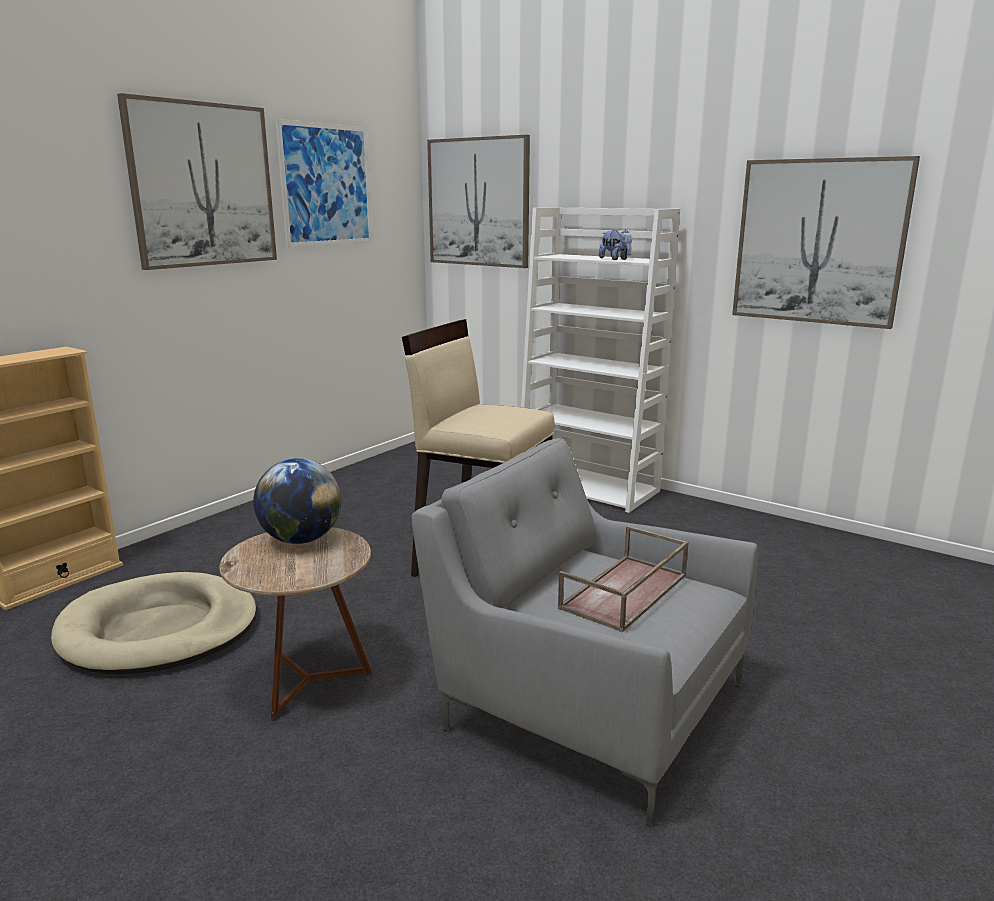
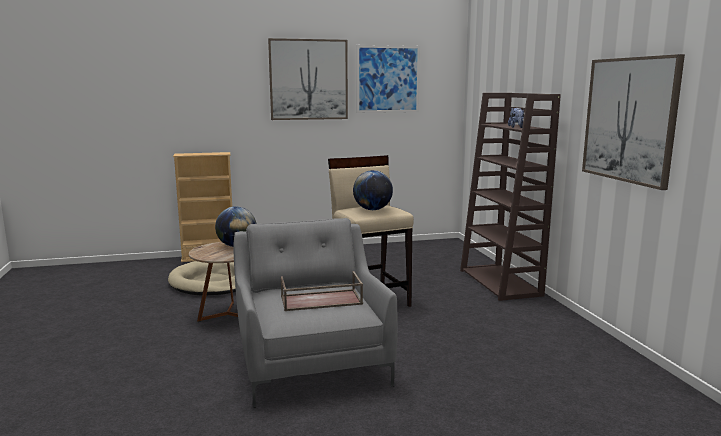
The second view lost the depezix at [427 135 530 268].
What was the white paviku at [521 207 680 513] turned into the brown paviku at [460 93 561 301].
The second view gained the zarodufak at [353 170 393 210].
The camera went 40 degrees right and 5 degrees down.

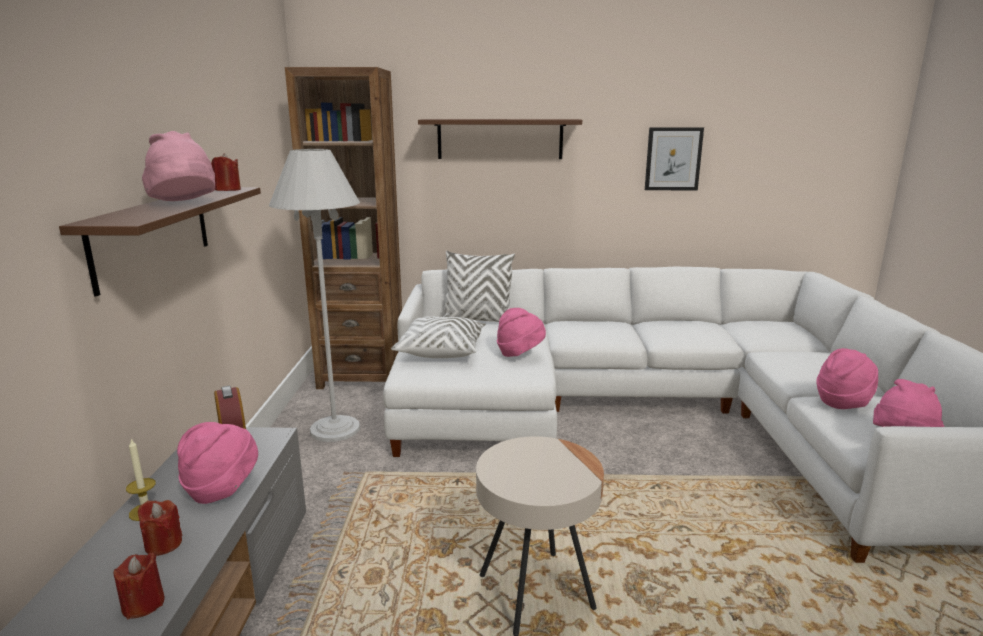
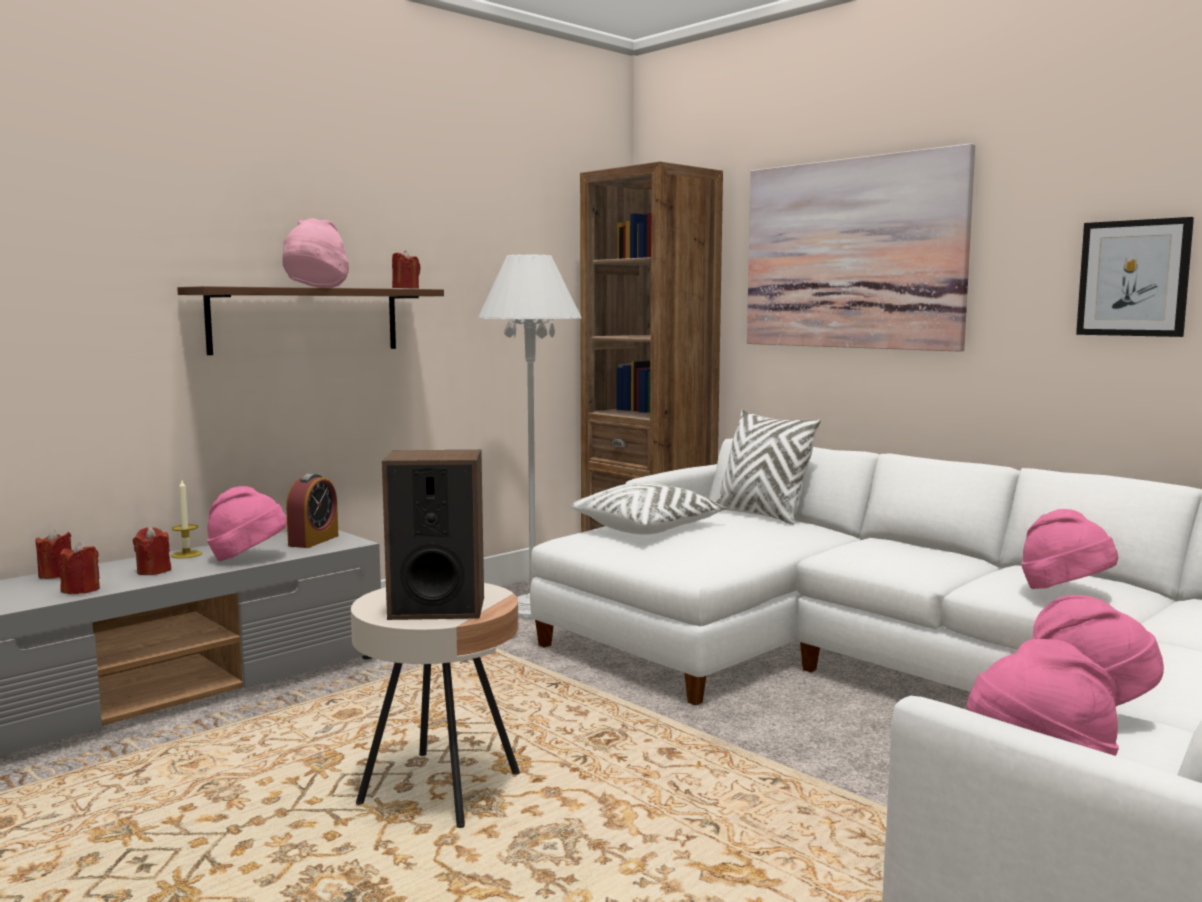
Where the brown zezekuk hung at [418 119 582 159], the depezix came to hang at [747 143 975 352].
The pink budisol ended up elsewhere, having gone from [497 308 546 357] to [1021 509 1118 589].
The second view gained the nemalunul at [382 450 484 620].
The second view gained the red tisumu at [36 529 72 579].
The camera went 45 degrees right and 10 degrees down.

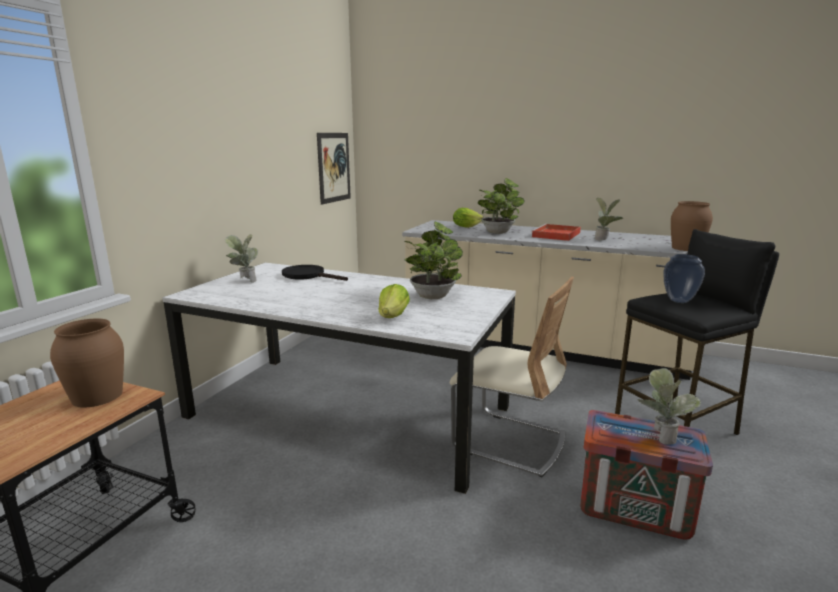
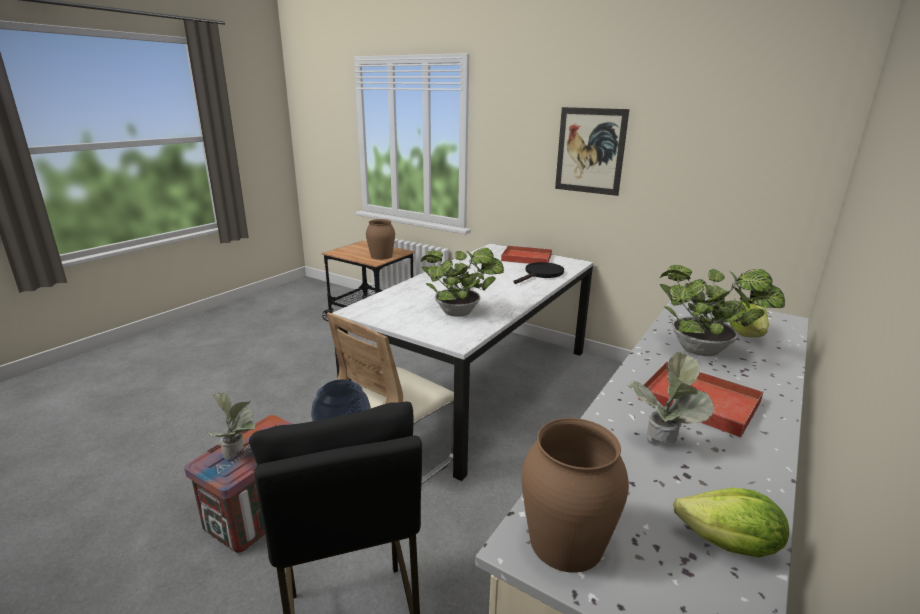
The depezix ended up elsewhere, having gone from [317 133 351 205] to [555 107 629 196].
Where the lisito stood at [225 234 258 282], the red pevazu came to stand at [501 245 552 264].
The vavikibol ended up elsewhere, having gone from [379 284 410 318] to [673 488 789 558].
The camera went 100 degrees right and 5 degrees up.

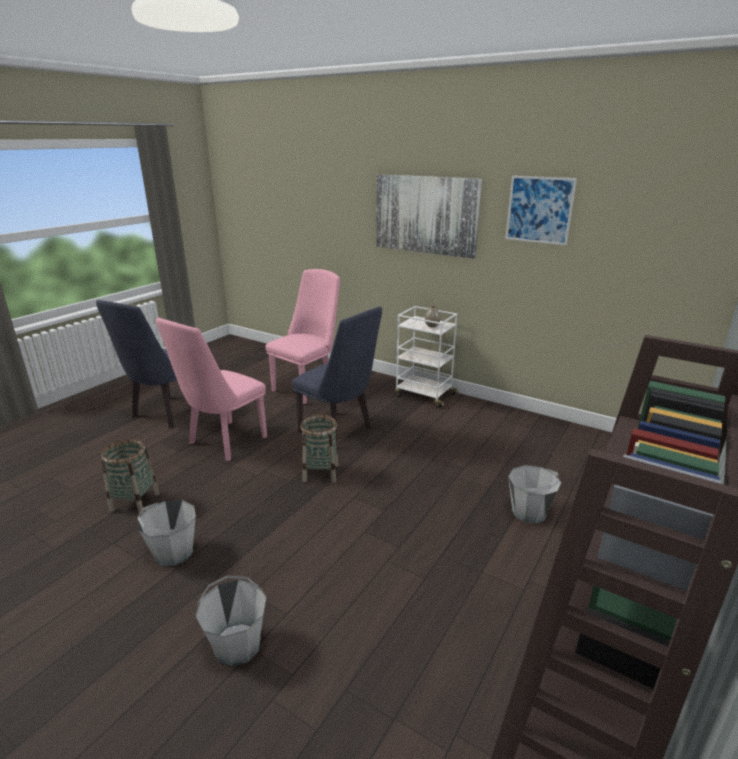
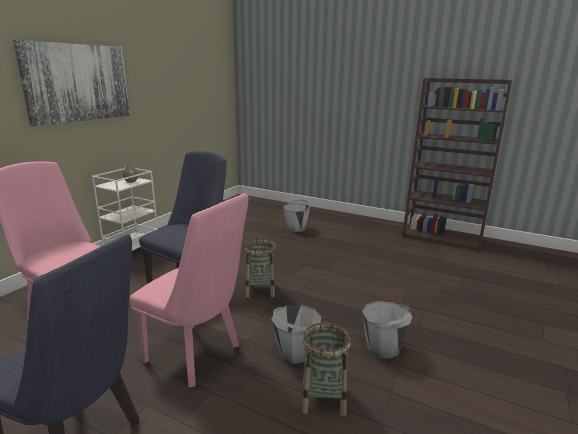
The second view lost the depezix at [505 176 577 245].
The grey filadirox ended up elsewhere, having gone from [195 575 266 667] to [271 305 322 363].
The camera went 95 degrees left and 5 degrees down.

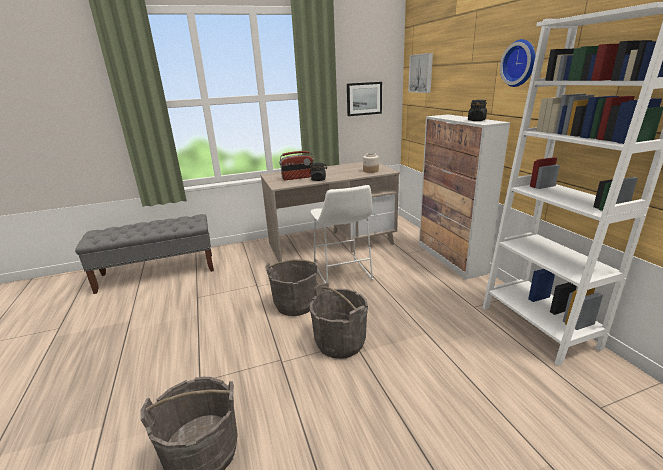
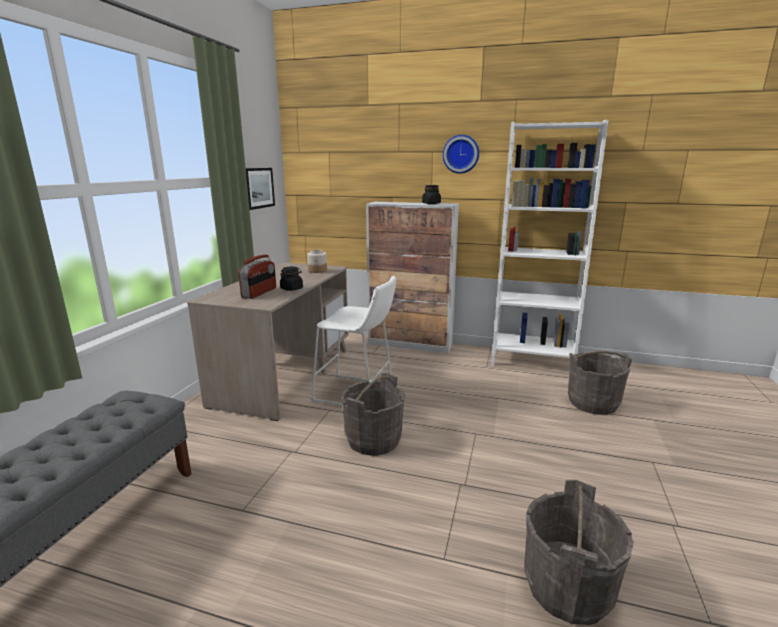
The second view lost the depezix at [408 53 433 93].
The grey filadirox ended up elsewhere, having gone from [310 283 368 358] to [568 351 632 415].
The camera went 55 degrees left and 5 degrees down.

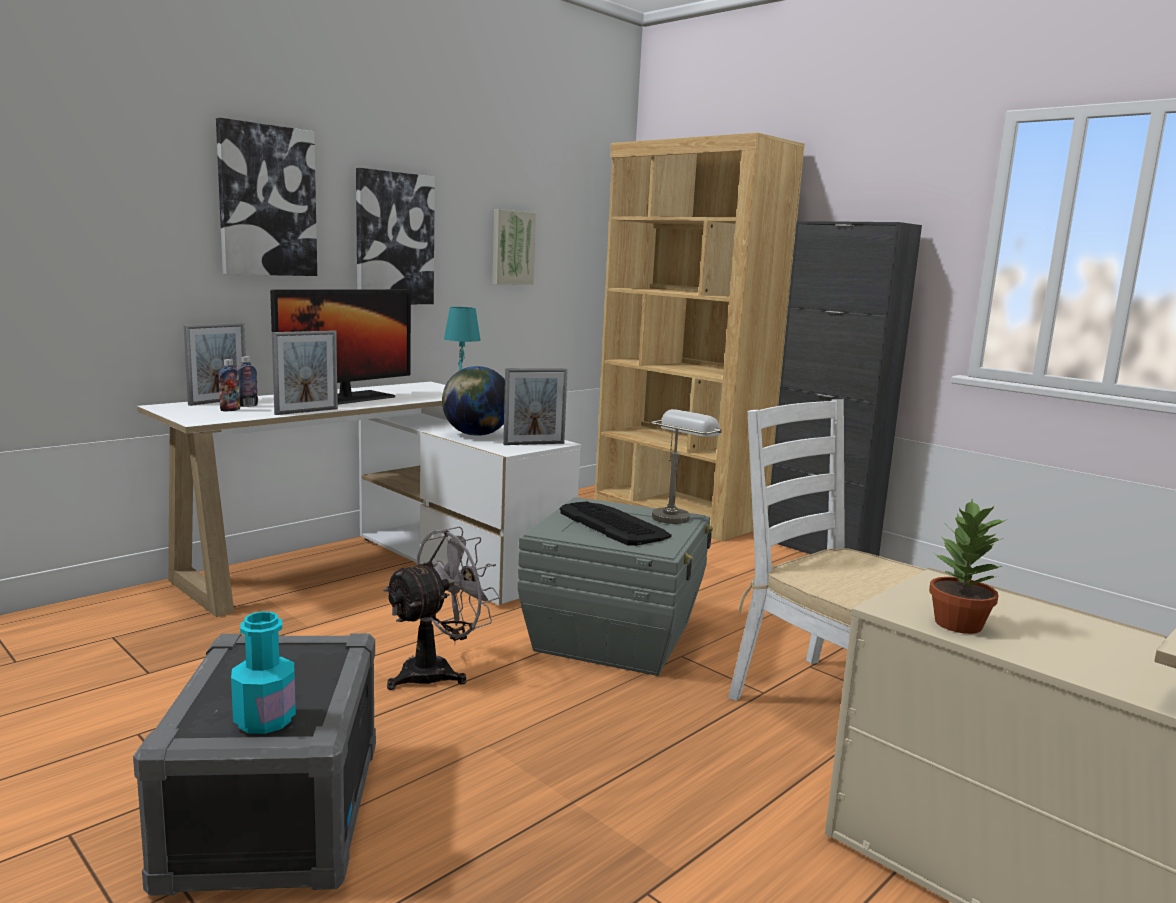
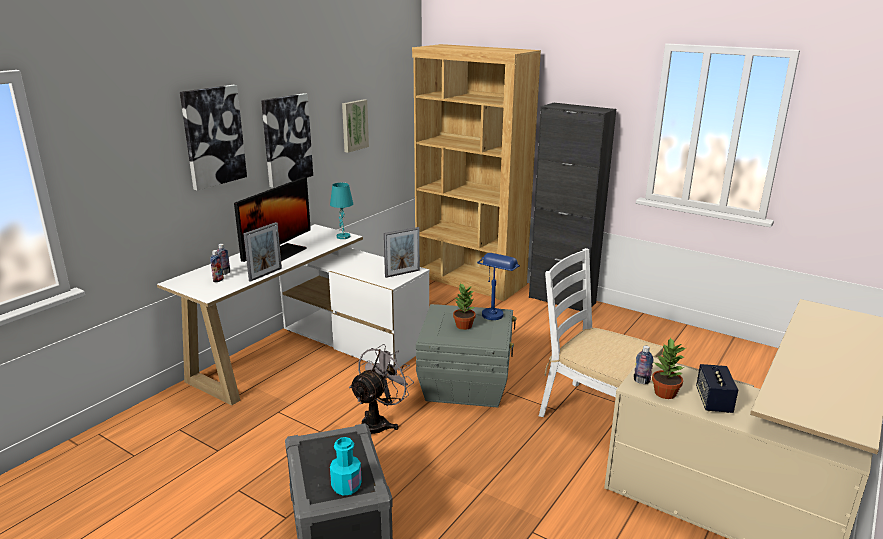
The second view lost the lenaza at [184 323 246 406].
The second view lost the zarodufak at [442 366 505 436].
What was the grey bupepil at [650 409 722 524] turned into the blue bupepil at [477 253 520 320].
Where the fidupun stood at [560 501 672 546], the lisito came to stand at [453 283 476 330].
The second view gained the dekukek at [634 346 654 384].
The second view gained the nemalunul at [696 364 738 413].
The camera went 10 degrees left and 10 degrees up.

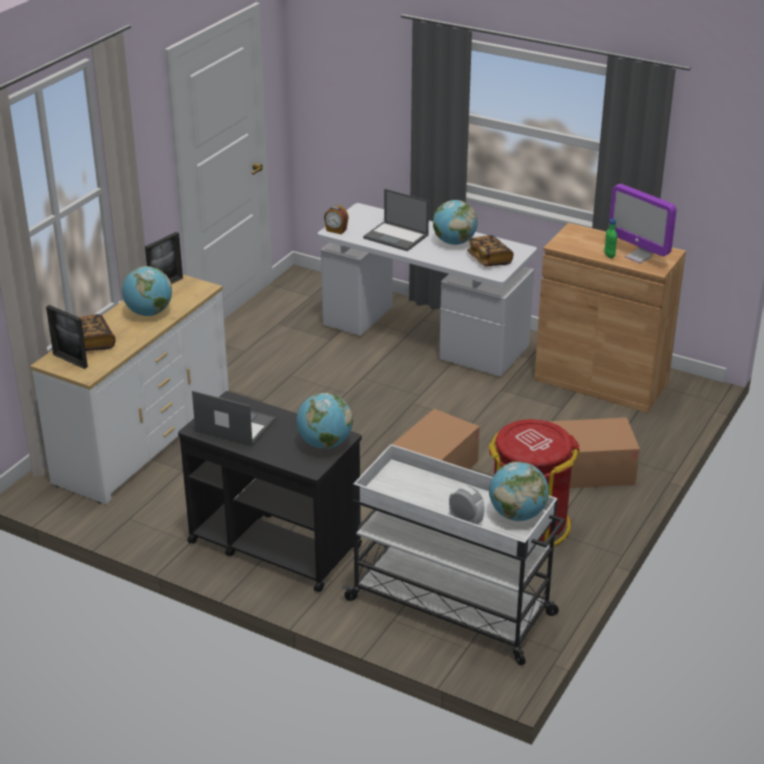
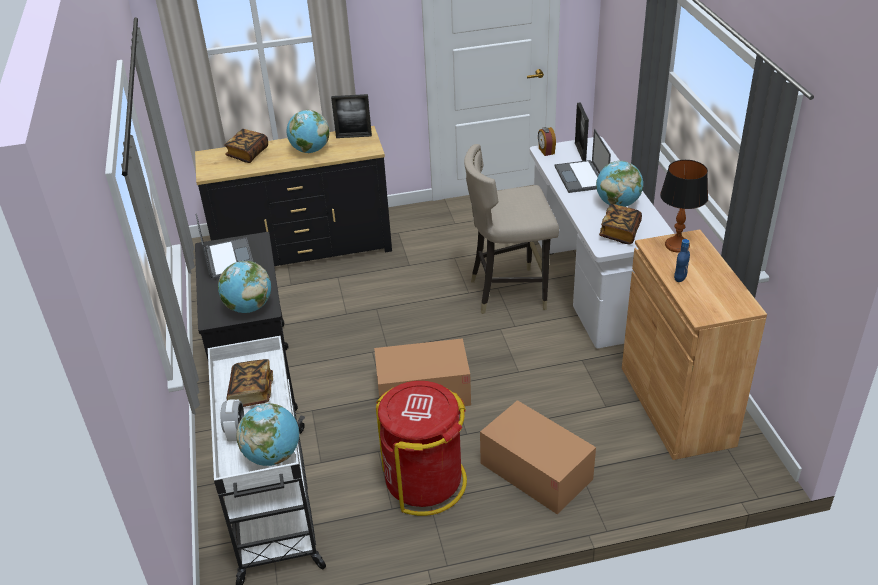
The second view lost the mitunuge at [608 184 677 263].
What was the green dekukek at [604 218 617 258] turned into the blue dekukek at [674 239 690 282].
What was the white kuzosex at [30 275 229 504] turned into the black kuzosex at [195 126 392 266].
The lenaza ended up elsewhere, having gone from [46 305 88 369] to [575 102 589 161].
The second view gained the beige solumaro at [464 144 559 314].
The second view gained the bupepil at [660 160 708 253].
The second view gained the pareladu at [226 359 273 407].
The camera went 50 degrees right and 5 degrees up.

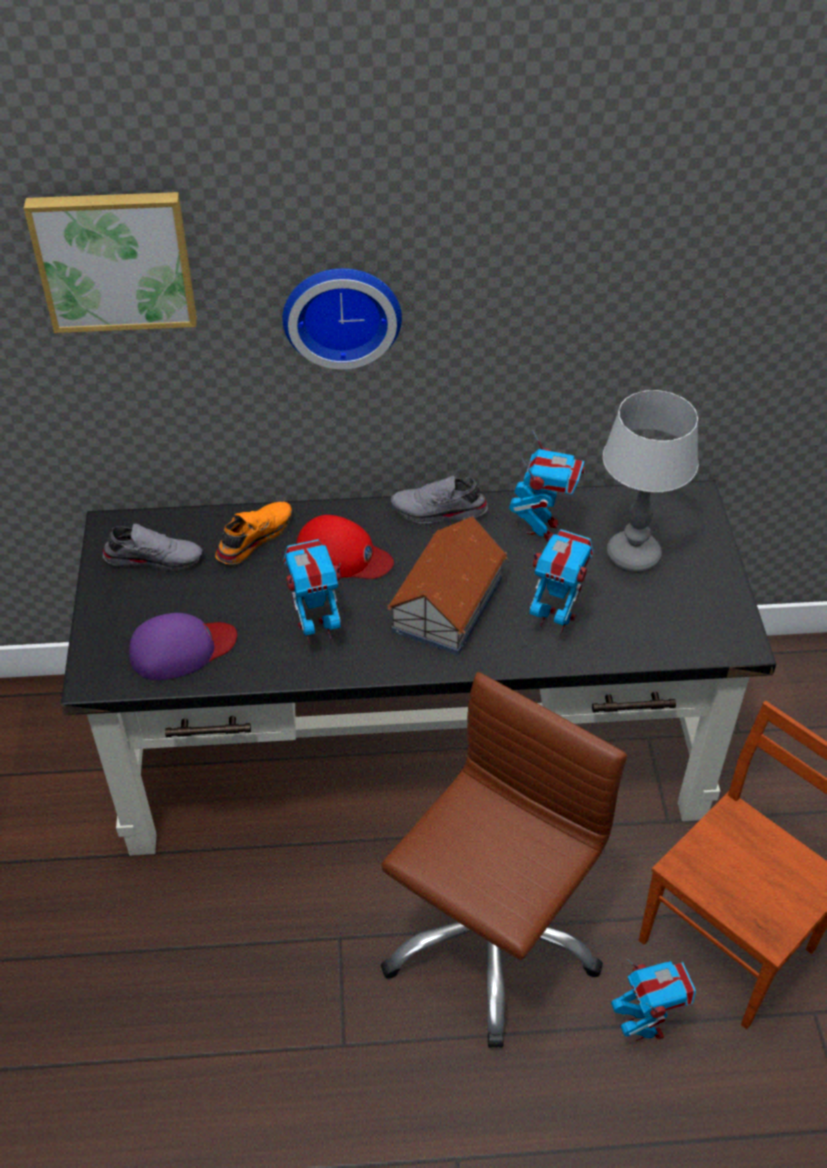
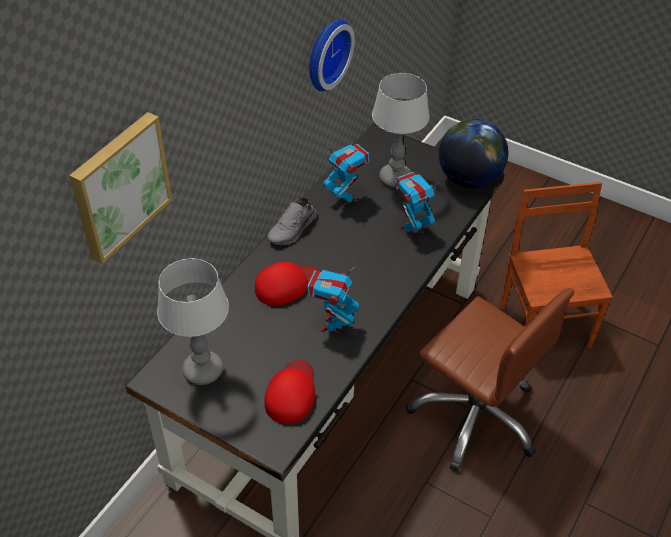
The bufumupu ended up elsewhere, having gone from [282 268 402 369] to [309 19 355 91].
The second view lost the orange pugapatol at [215 502 292 565].
The second view lost the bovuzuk at [387 516 507 656].
Where the grey pugapatol stood at [103 524 203 571], the bupepil came to stand at [157 258 229 385].
What was the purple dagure at [129 613 237 680] turned into the red dagure at [264 360 315 424].
The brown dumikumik at [381 672 627 1048] ended up facing another way, 150 degrees clockwise from before.
The second view lost the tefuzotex at [611 959 696 1041].
The second view gained the zarodufak at [439 119 508 188].
The camera went 55 degrees left and 0 degrees up.

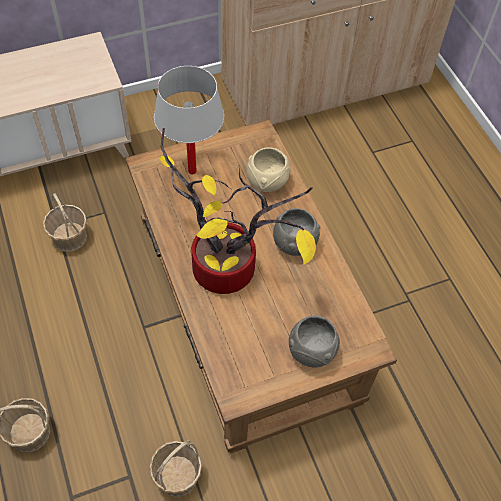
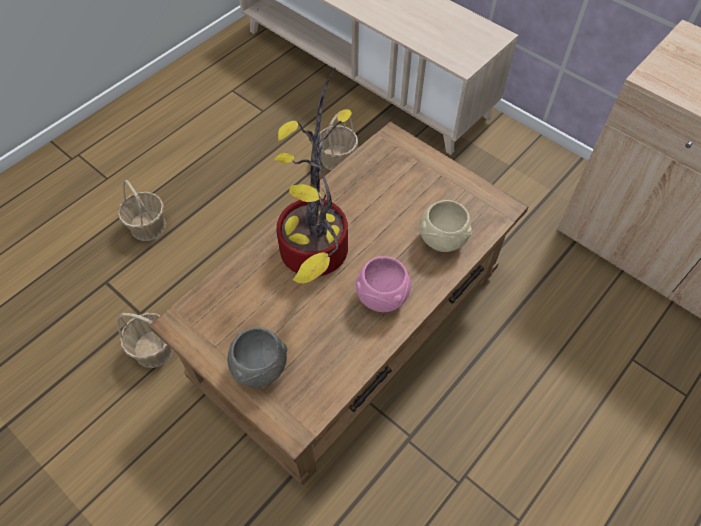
The second view lost the white bupepil at [154 66 224 175].
What was the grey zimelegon at [273 208 320 256] turned into the pink zimelegon at [356 256 411 312].
The camera went 65 degrees right and 0 degrees up.

